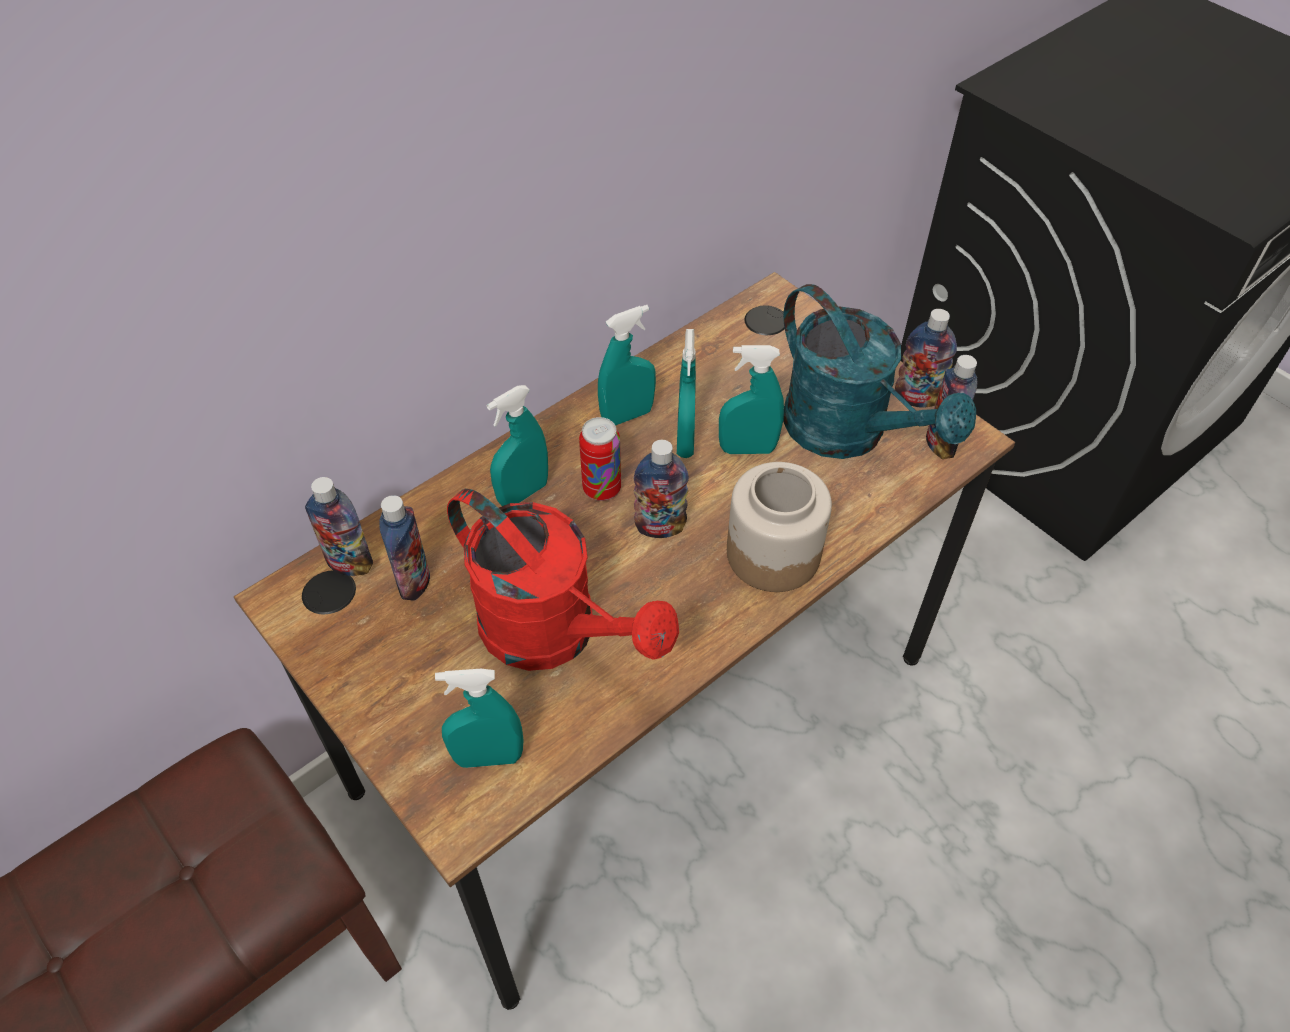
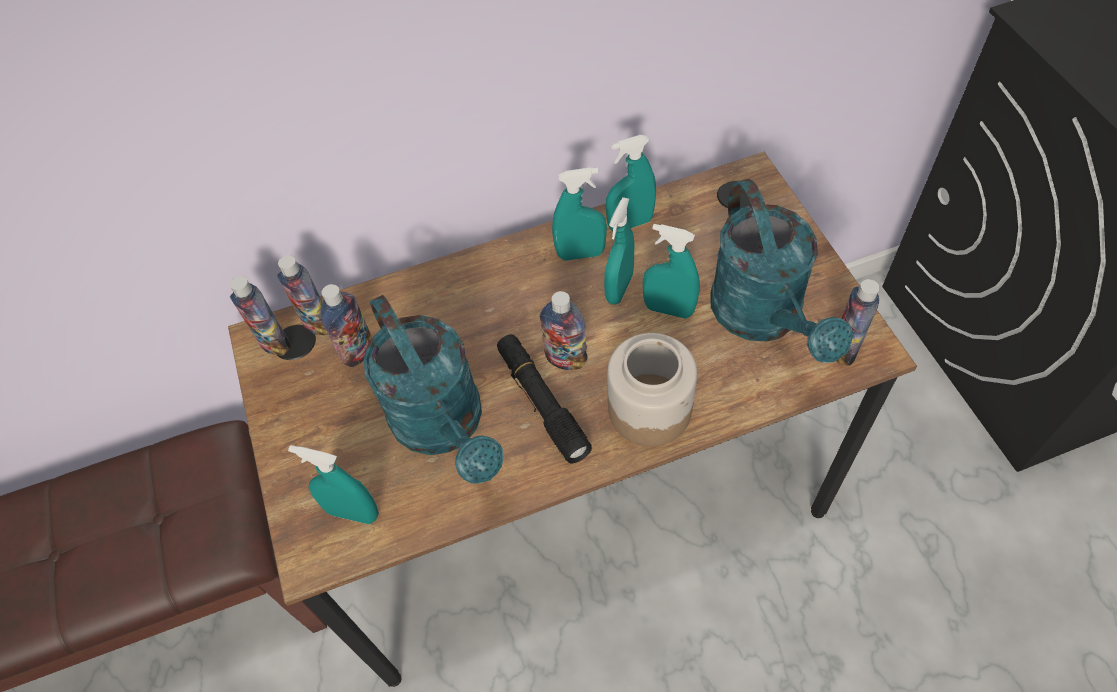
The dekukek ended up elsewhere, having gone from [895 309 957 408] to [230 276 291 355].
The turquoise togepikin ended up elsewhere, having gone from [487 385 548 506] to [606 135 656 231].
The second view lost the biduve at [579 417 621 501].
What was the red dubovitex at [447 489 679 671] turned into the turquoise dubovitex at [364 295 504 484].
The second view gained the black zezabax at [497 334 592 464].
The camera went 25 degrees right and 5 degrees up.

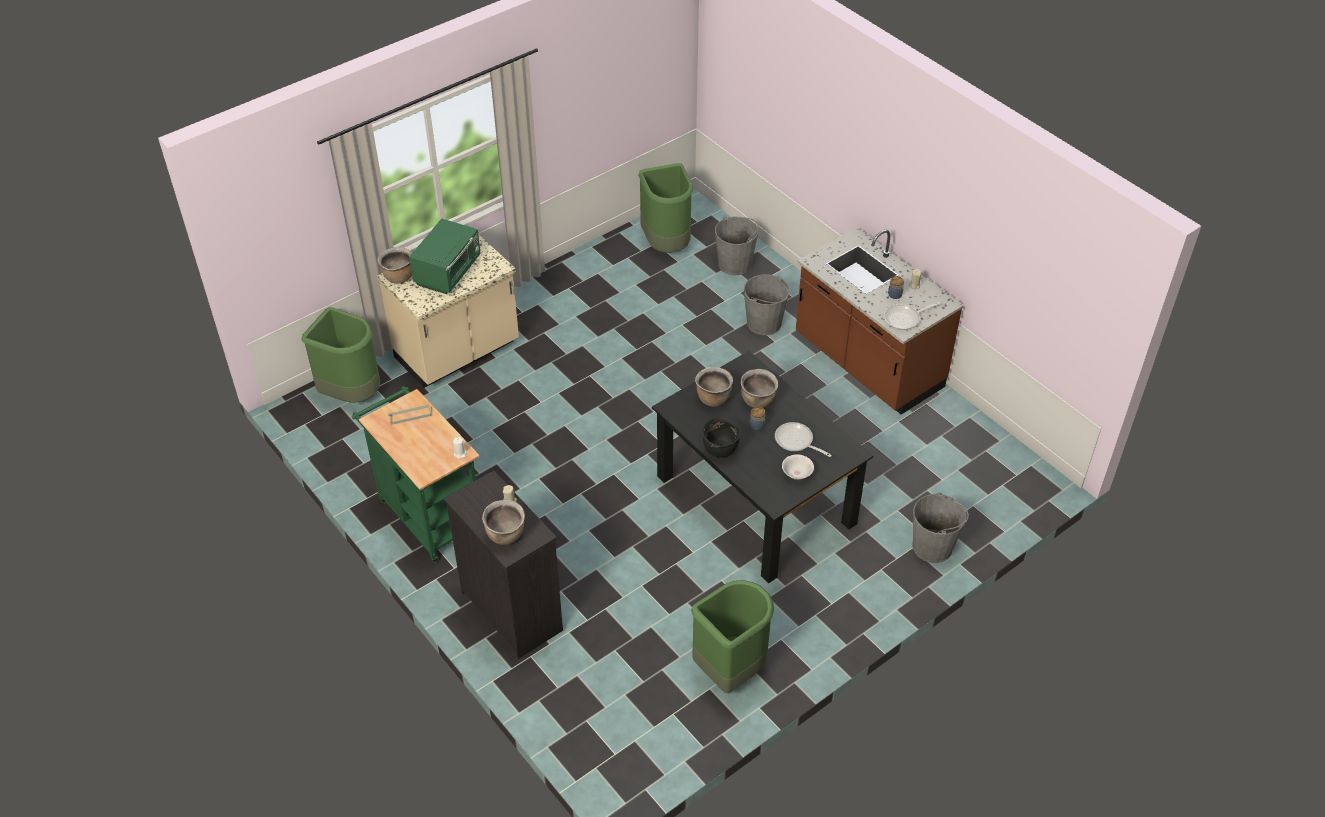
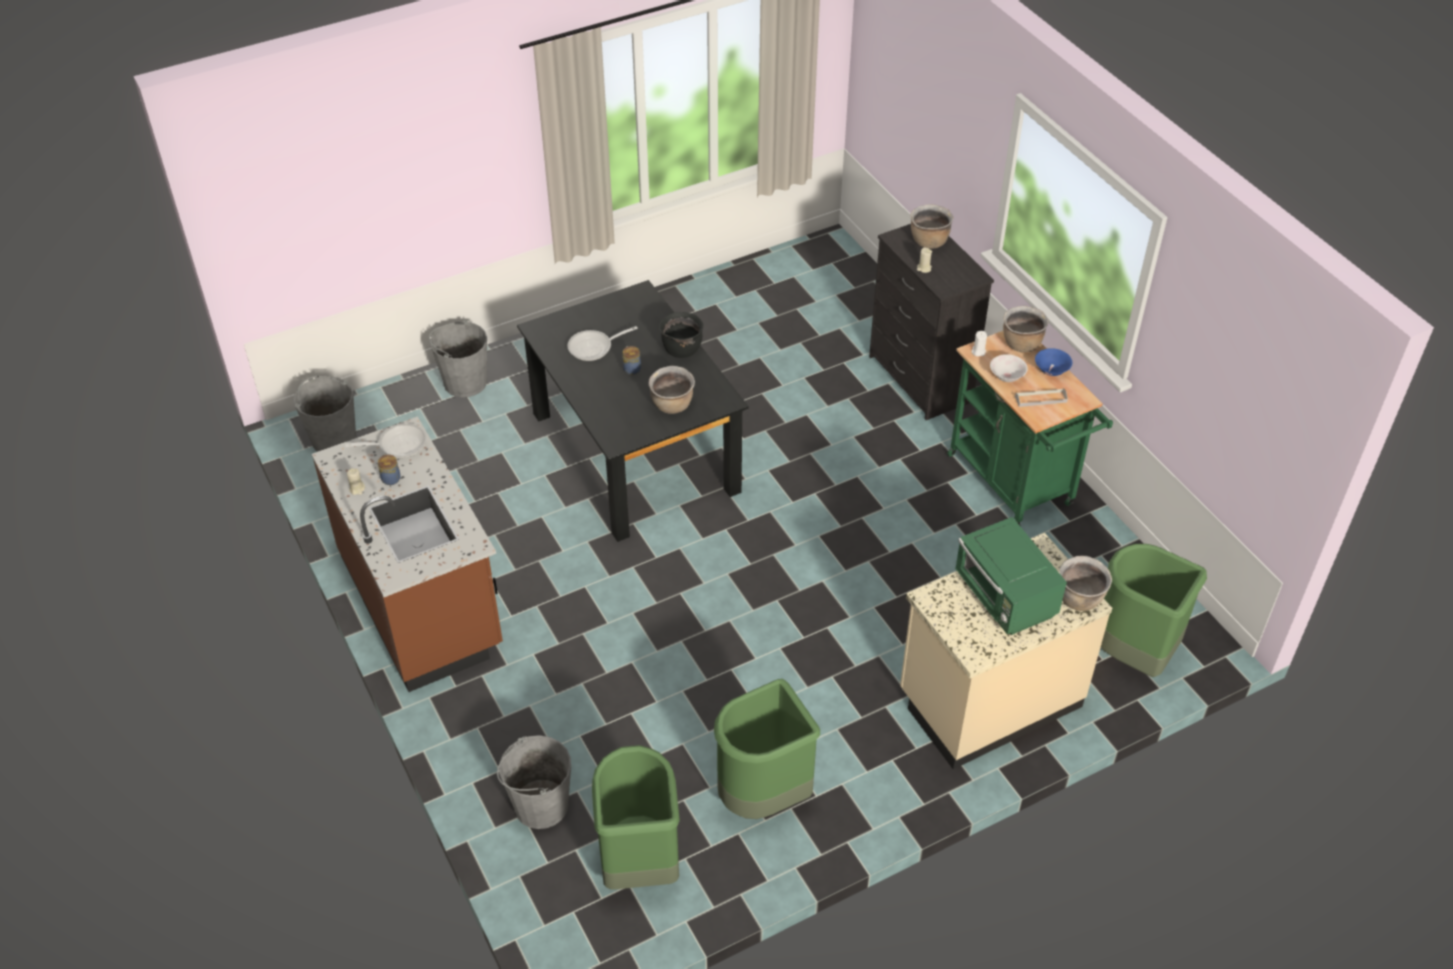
The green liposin at [409 218 481 294] ended up facing another way, 60 degrees counterclockwise from before.
The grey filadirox ended up elsewhere, having gone from [744 274 789 335] to [293 376 357 452].
The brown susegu ended up elsewhere, having gone from [741 369 778 408] to [1003 306 1049 353].
The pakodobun at [775 422 832 457] ended up facing another way, 105 degrees clockwise from before.
The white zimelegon ended up elsewhere, having gone from [782 454 814 480] to [990 354 1028 382].
The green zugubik ended up elsewhere, having gone from [691 580 774 693] to [714 679 820 819].
The second view gained the blue zimelegon at [1035 348 1072 376].
The camera went 170 degrees left and 0 degrees up.

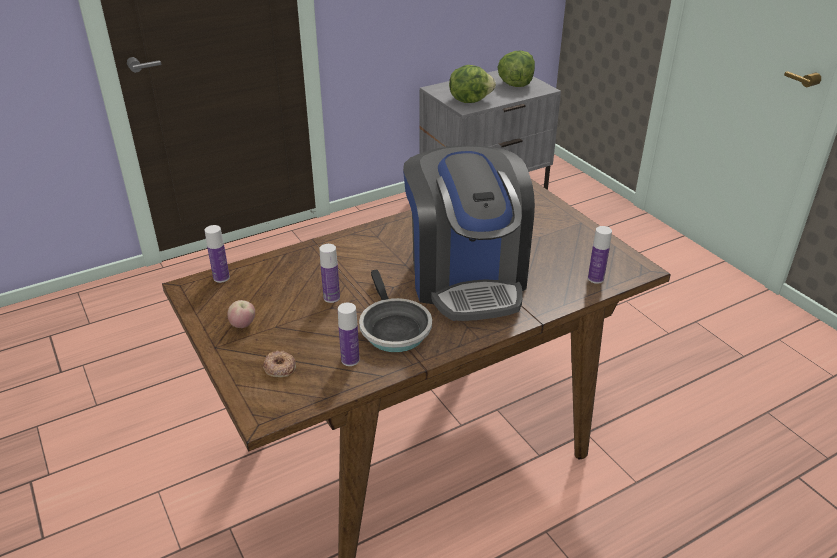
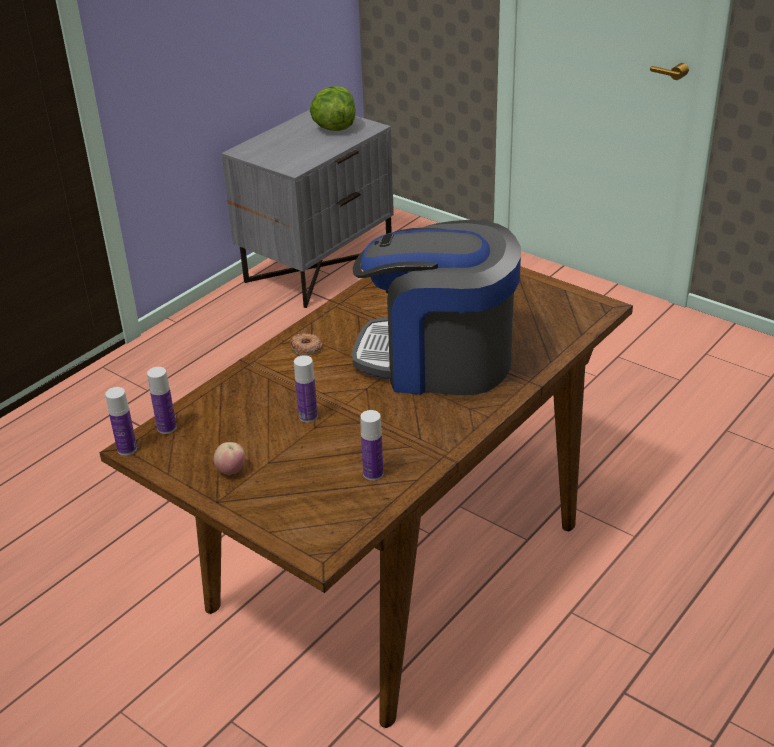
The second view lost the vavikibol at [449 65 496 103].
The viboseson at [403 145 535 321] ended up facing another way, 135 degrees clockwise from before.
The dekukek ended up elsewhere, having gone from [588 226 612 284] to [105 387 137 455].
The second view lost the pakodobun at [359 270 432 352].
The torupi ended up elsewhere, having gone from [263 350 296 378] to [291 333 322 355].
The camera went 20 degrees left and 0 degrees up.

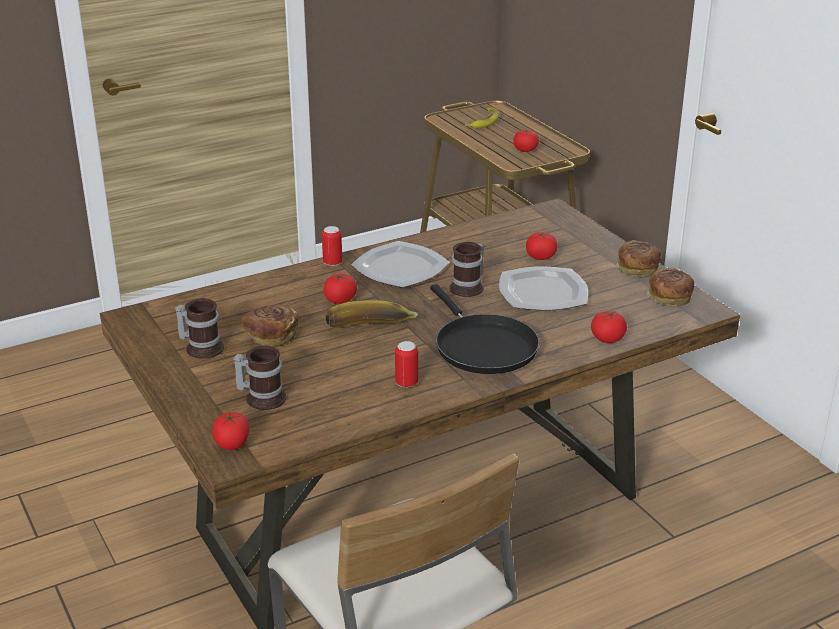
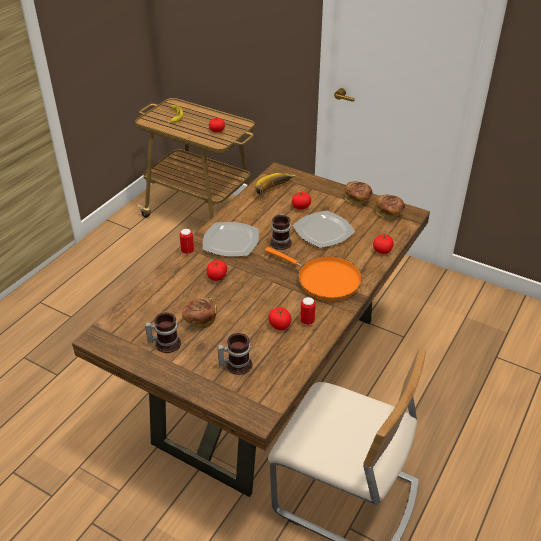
What was the black pakodobun at [430 284 539 374] turned into the orange pakodobun at [265 247 362 301].
The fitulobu ended up elsewhere, having gone from [325 300 418 328] to [255 173 296 195].
The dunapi ended up elsewhere, having gone from [212 412 250 450] to [268 307 291 330].
The camera went 30 degrees left and 10 degrees up.

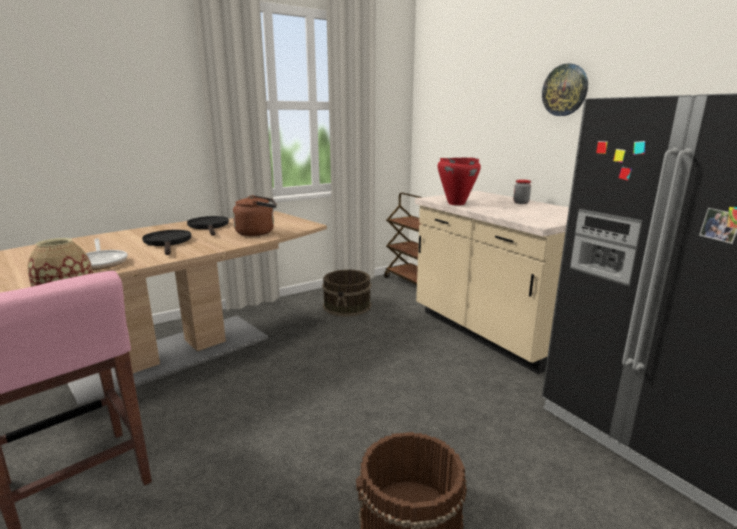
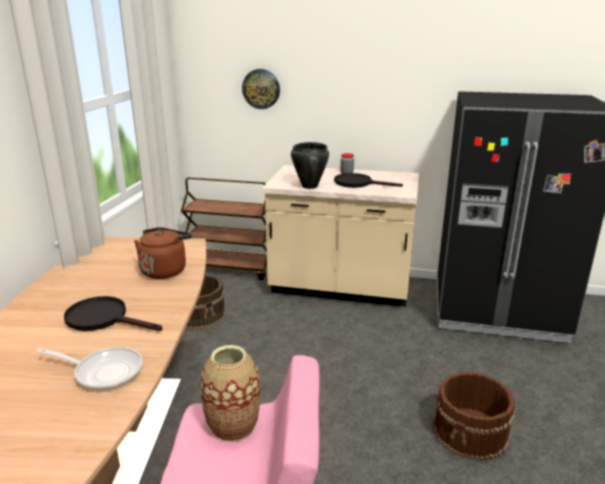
The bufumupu ended up elsewhere, having gone from [542 63 588 116] to [242 69 280 109].
What was the red susegu at [438 158 481 205] turned into the black susegu at [291 142 329 189].
The black pakodobun ended up elsewhere, having gone from [187 216 229 236] to [334 173 403 188].
The camera went 45 degrees left and 5 degrees up.

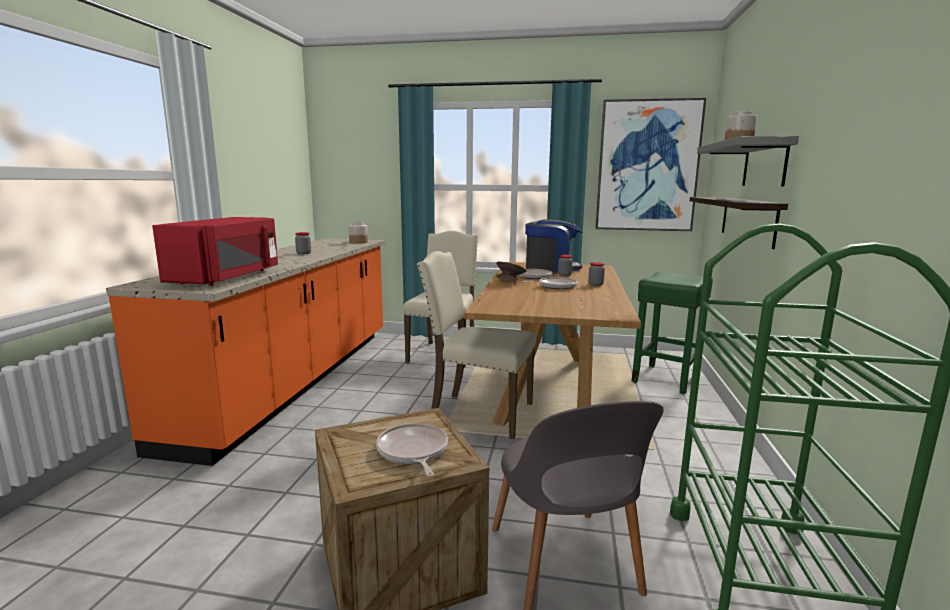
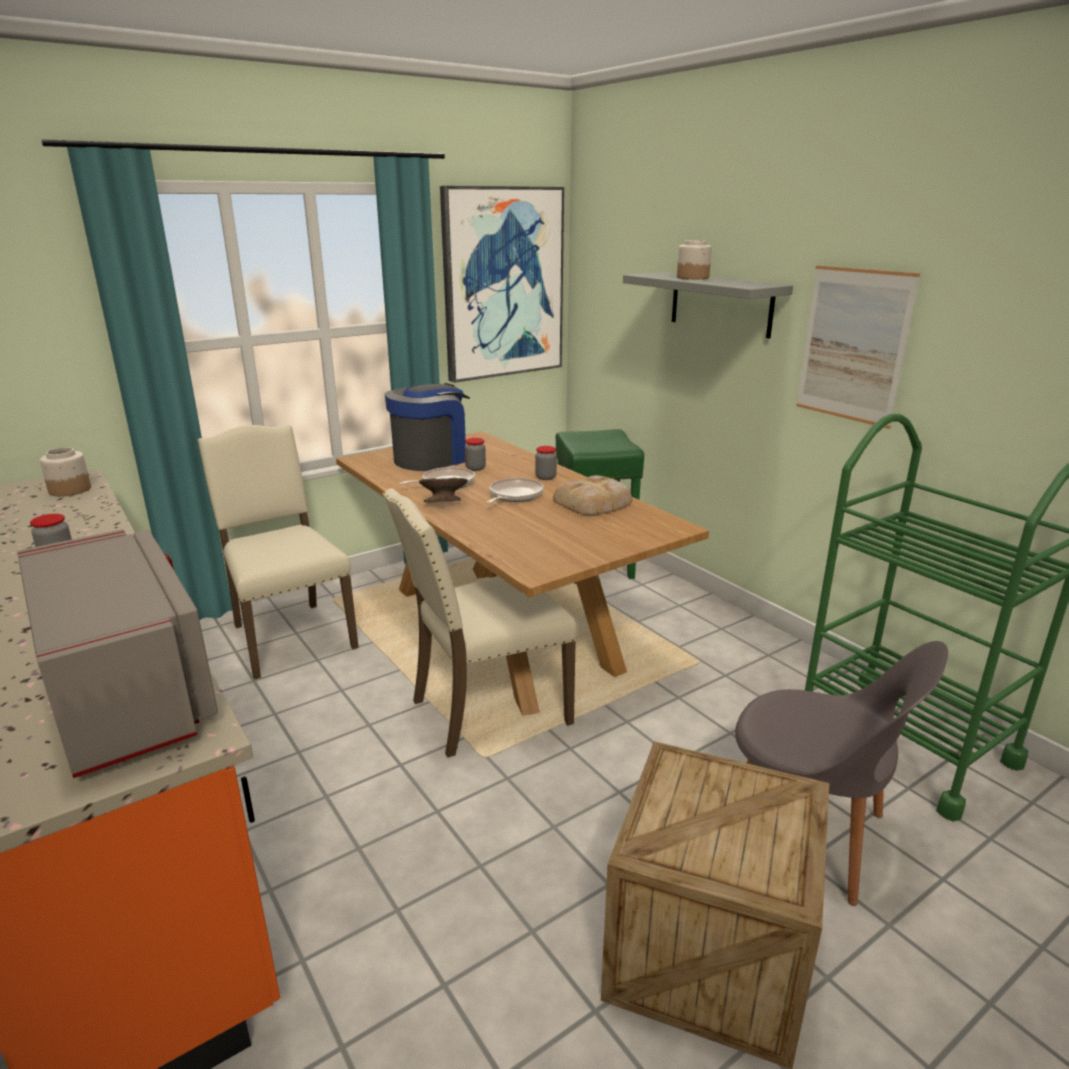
The second view lost the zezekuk at [690 197 788 249].
What was the red liposin at [152 217 278 286] turned into the grey liposin at [17 529 218 778].
The second view lost the pakodobun at [376 423 448 477].
The second view gained the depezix at [796 265 920 429].
The second view gained the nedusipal at [553 475 632 515].
The camera went 45 degrees left and 10 degrees up.

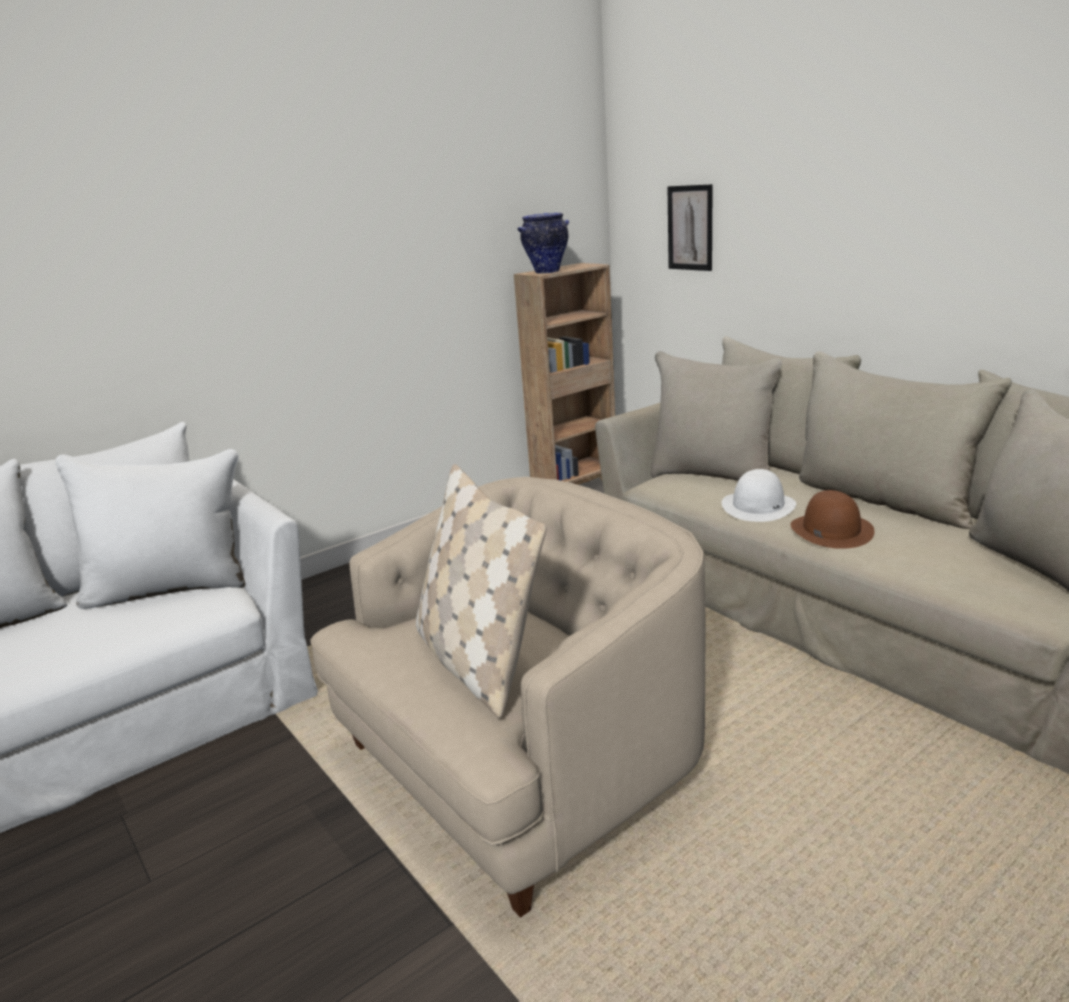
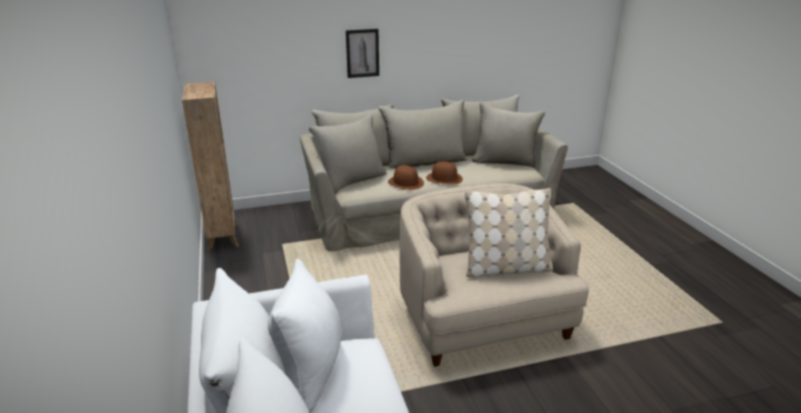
The depezix ended up elsewhere, having gone from [668 184 713 271] to [346 29 379 78].
The second view lost the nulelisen at [518 213 569 274].
What was the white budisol at [722 469 796 522] turned into the brown budisol at [388 165 424 190].
The camera went 70 degrees left and 5 degrees up.

